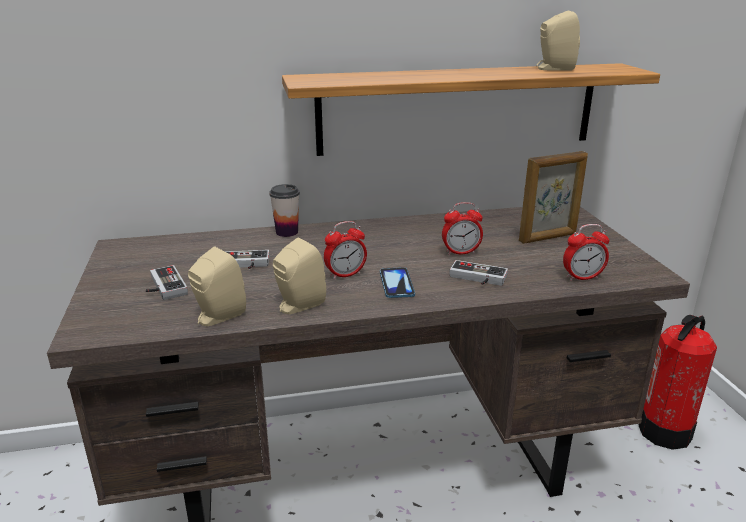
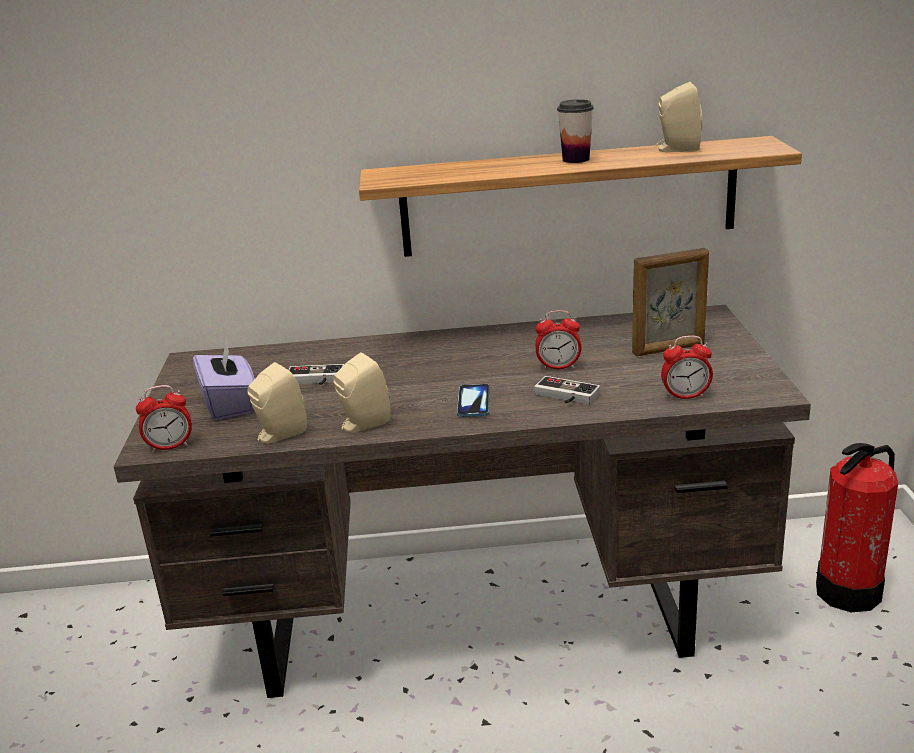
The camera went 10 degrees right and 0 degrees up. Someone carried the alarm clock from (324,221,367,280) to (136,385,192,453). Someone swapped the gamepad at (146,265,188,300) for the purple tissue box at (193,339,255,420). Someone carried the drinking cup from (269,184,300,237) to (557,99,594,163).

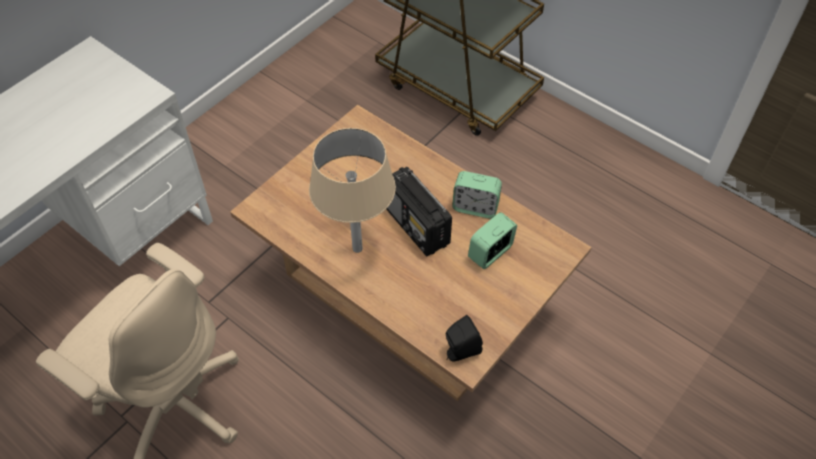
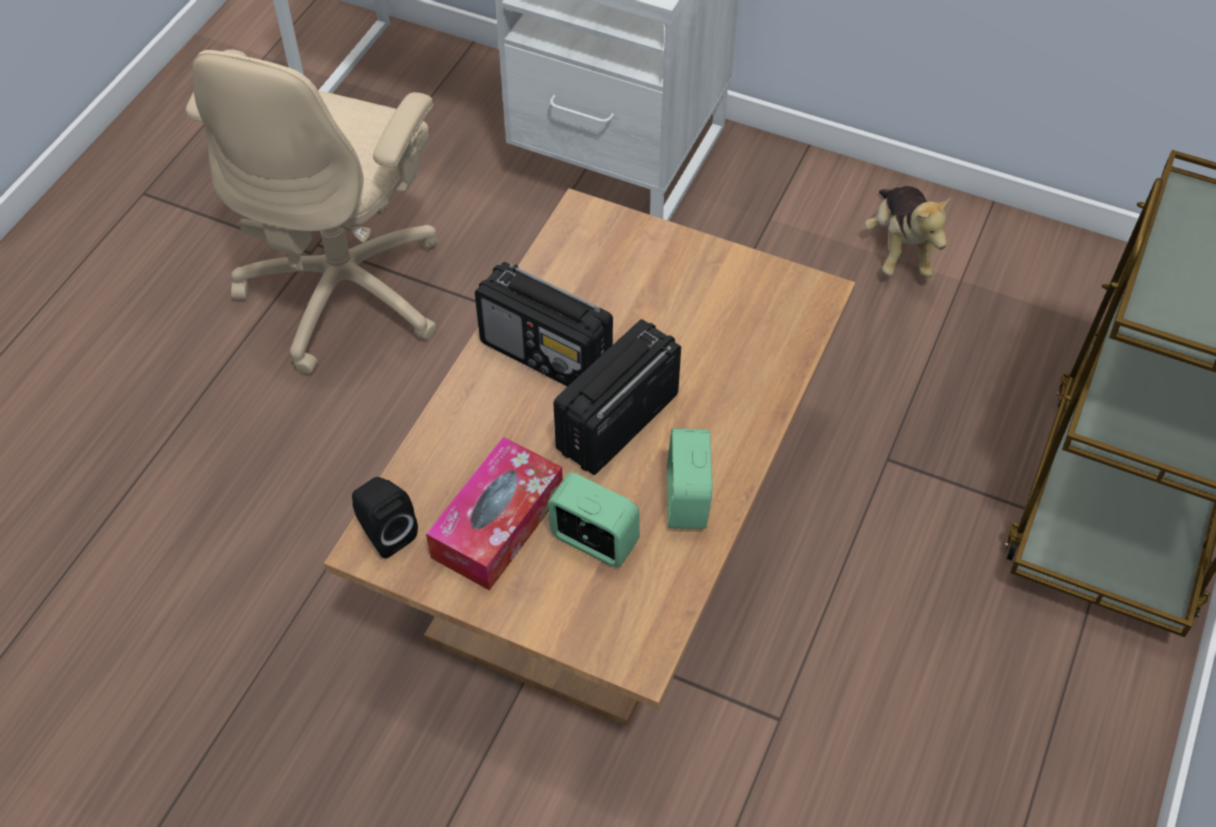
The camera went 75 degrees right and 0 degrees up. Someone put down the tissue box at (426,437,563,591). Someone swapped the beige table lamp at (309,128,396,253) for the radio at (475,262,613,387). Someone put down the cuddly toy at (865,186,951,278).

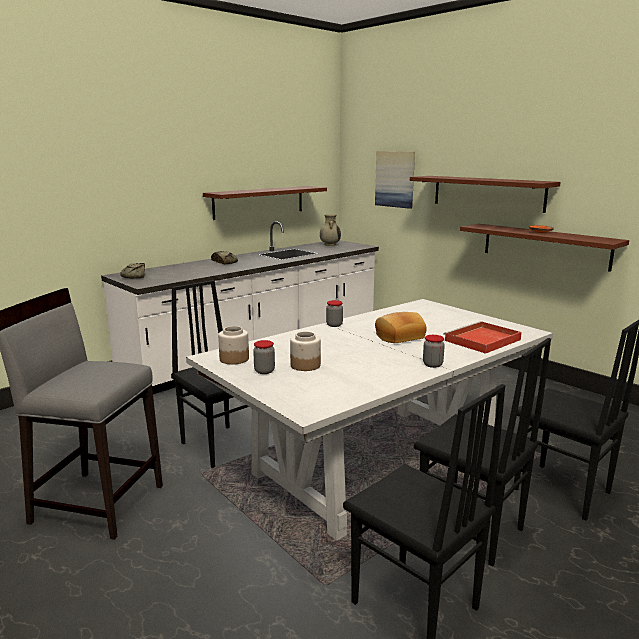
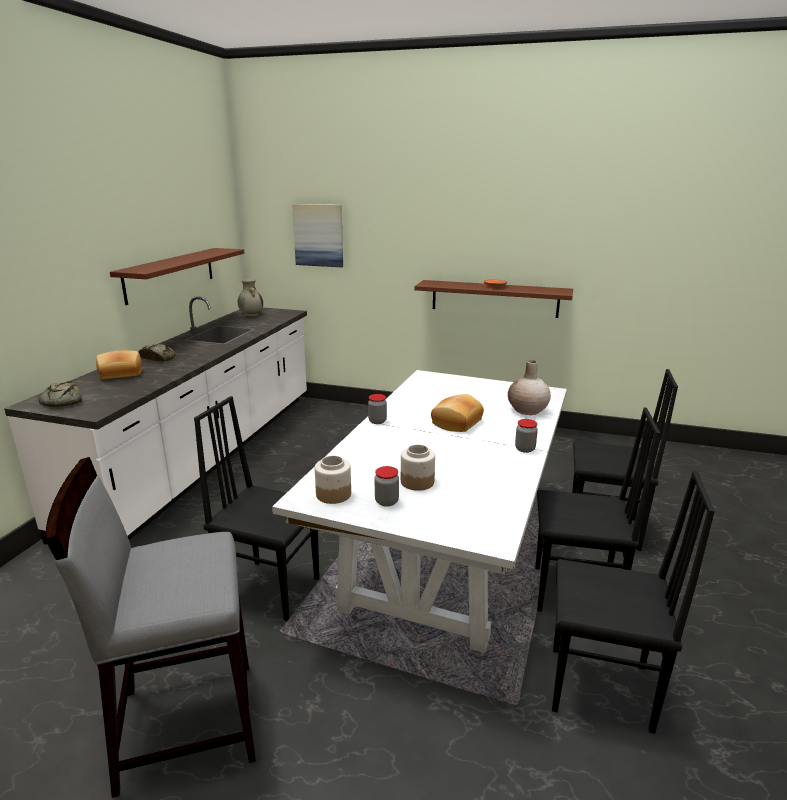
The camera went 30 degrees left and 5 degrees up. Someone put down the baked bread at (96,350,142,379). Someone swapped the red-coloured tray at (444,321,522,354) for the beige vase at (508,360,551,415). Someone took away the brownish wall shelf at (410,176,561,213).

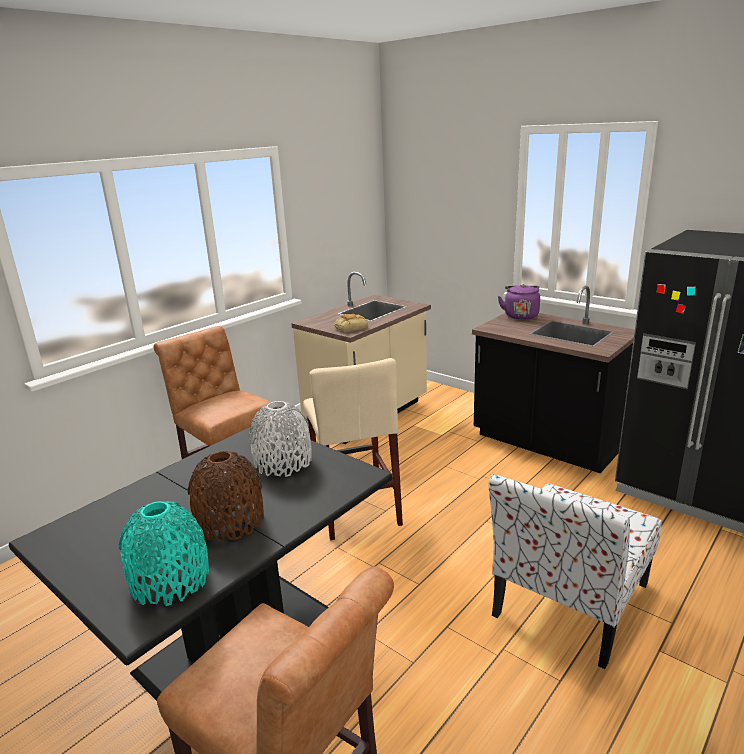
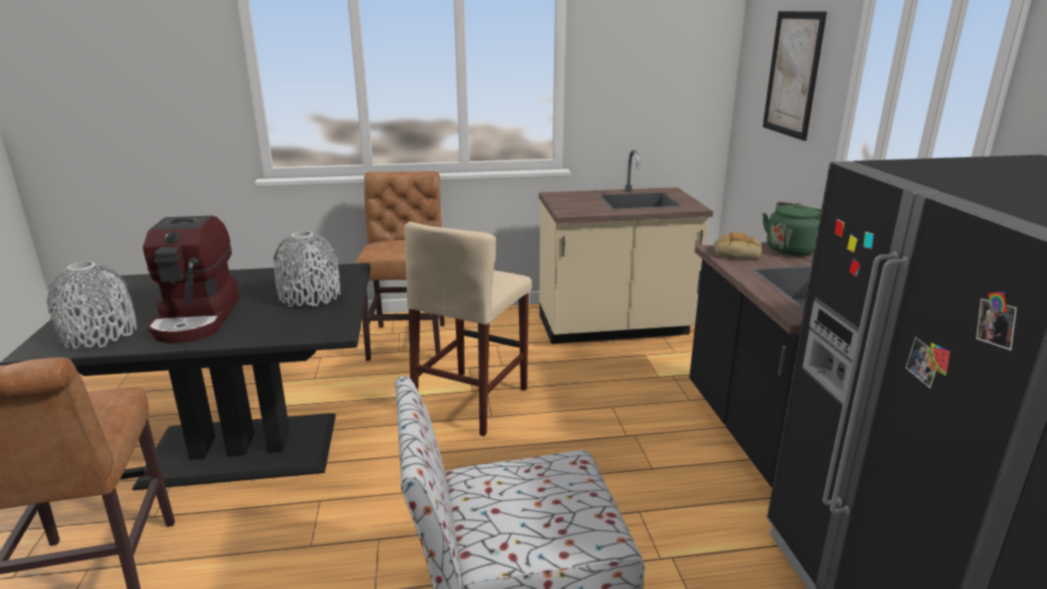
The camera went 40 degrees right and 0 degrees up. Someone repainted the blue-green vase at (119,501,209,606), which became the gray vase at (47,261,137,349). Someone swapped the brownish vase at (187,451,264,542) for the coffee maker at (143,216,240,343). Someone carried the baked bread from (334,314,368,333) to (714,232,762,259). Someone repainted the purple kettle at (498,284,540,320), which became the green kettle at (762,202,821,256). Someone put up the wall picture at (763,11,827,141).

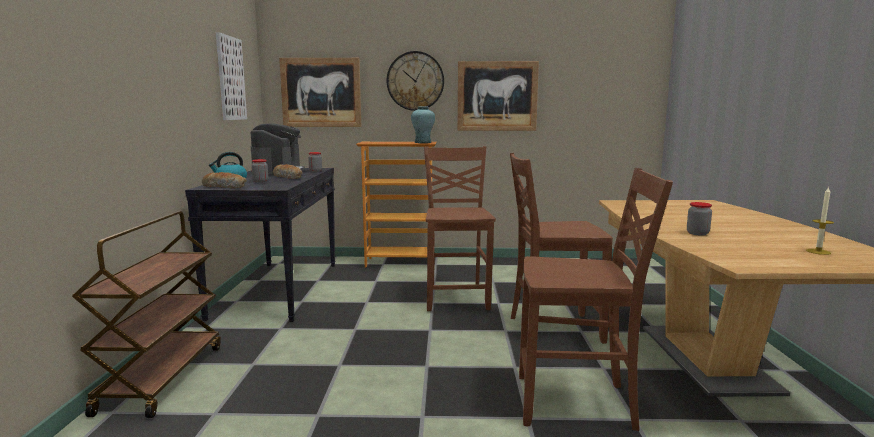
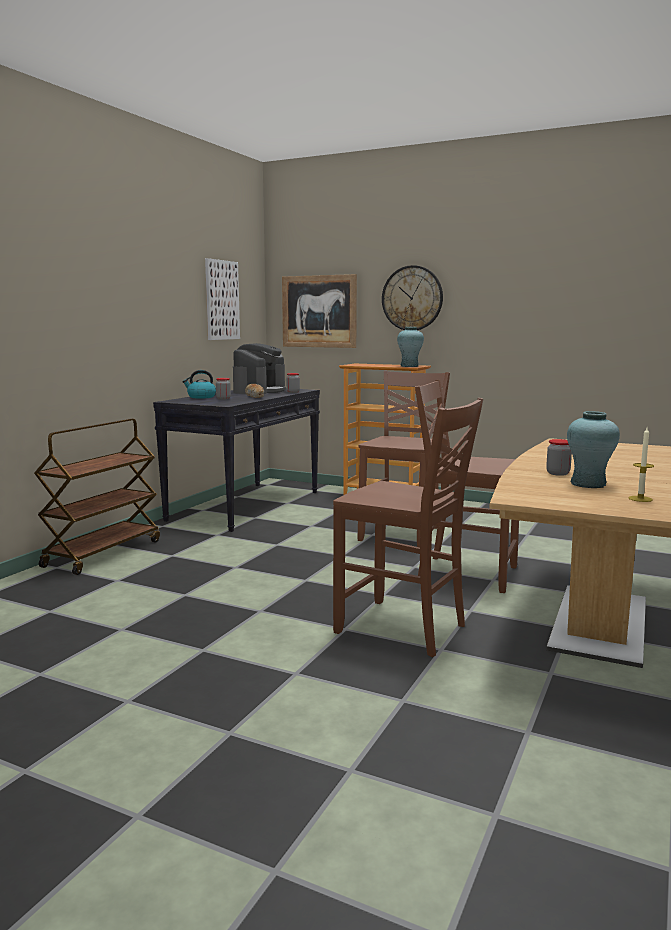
The camera went 25 degrees right and 0 degrees up. Someone put down the blue-green vase at (567,411,620,488). Someone took away the baked bread at (202,172,247,188). Someone took away the wall picture at (457,61,539,131).

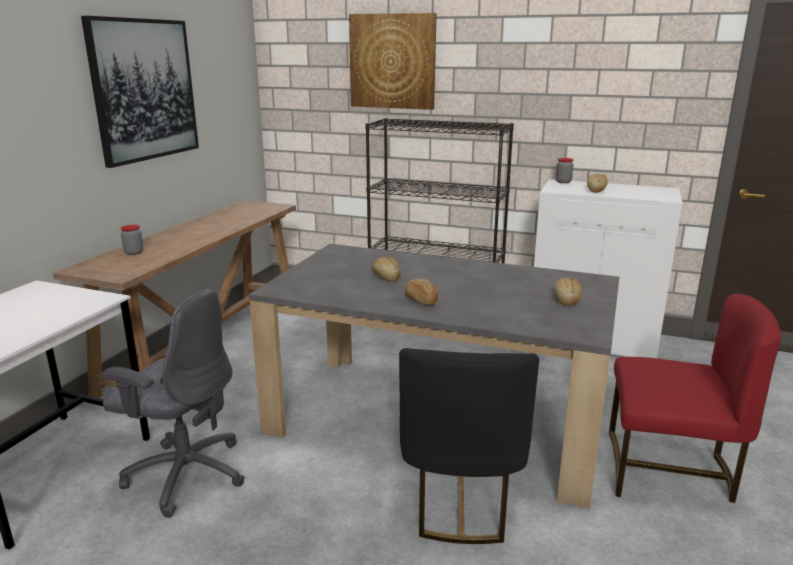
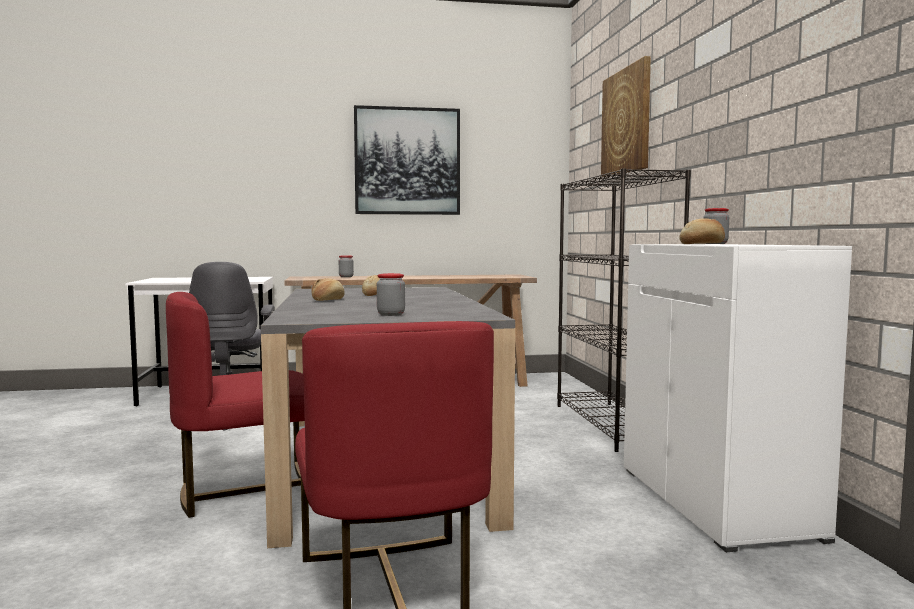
The camera went 60 degrees right and 15 degrees down. Someone repainted the blackish plain chair at (399,348,539,544), which became the red-coloured plain chair at (166,292,305,518). Someone swapped the baked bread at (554,278,582,306) for the preserve jar at (377,273,405,316).

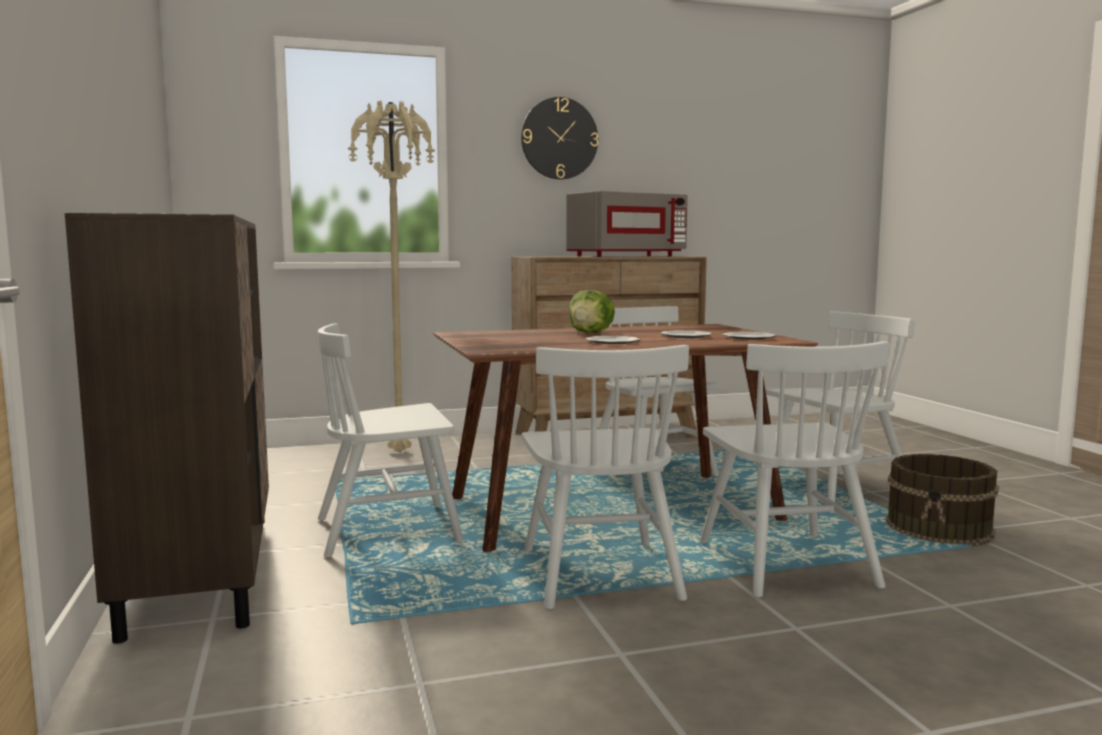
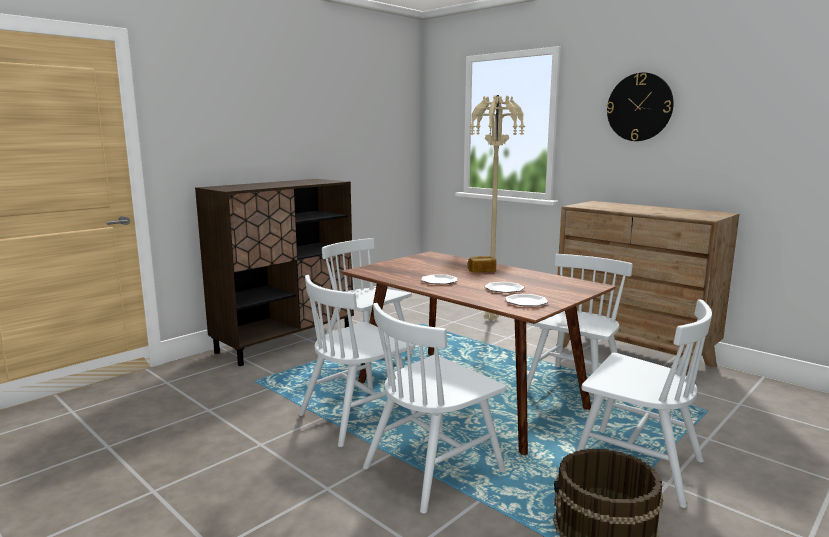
The camera went 60 degrees right and 5 degrees up. Someone swapped the head of lettuce at (569,290,615,333) for the baked bread at (467,256,496,272). Someone took away the gray kitchen microwave at (566,191,688,257).

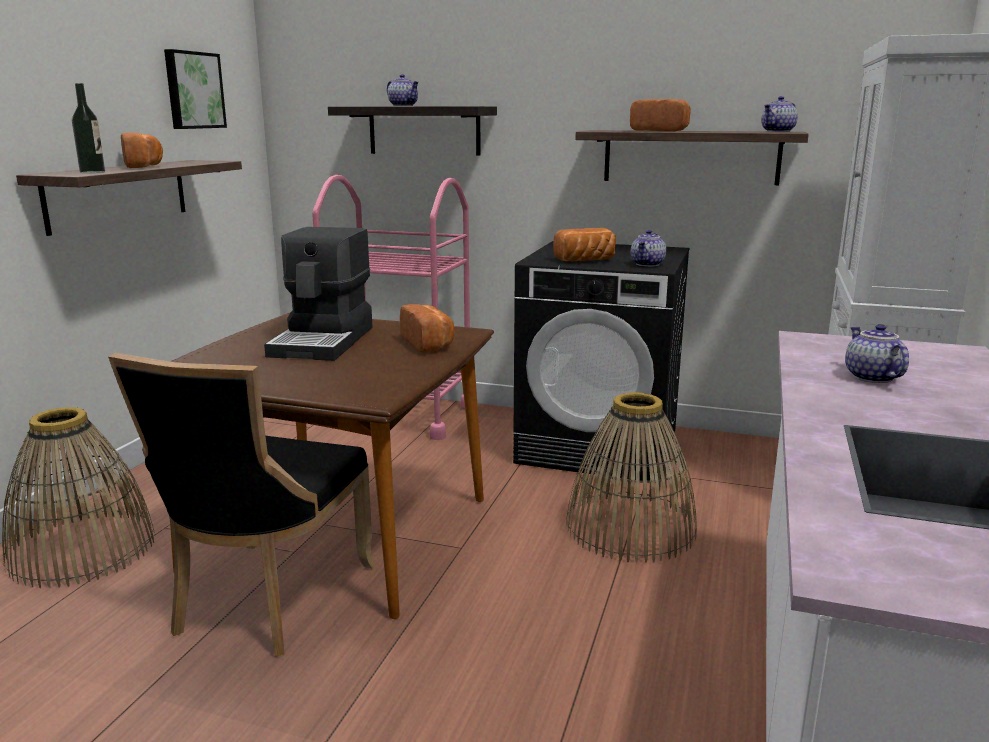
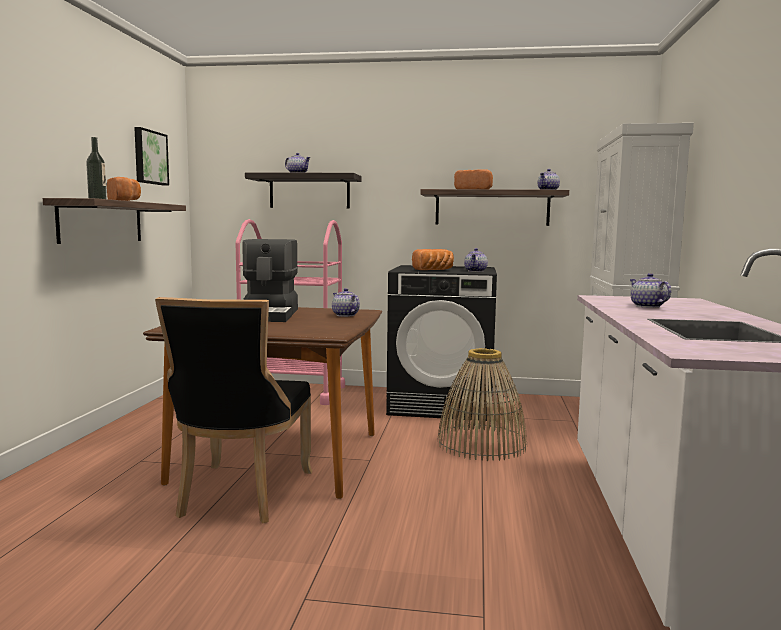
The camera went 10 degrees left and 10 degrees down. Someone swapped the baked bread at (400,304,455,353) for the tea pot at (332,288,360,317). Someone took away the household basket at (2,407,155,588).

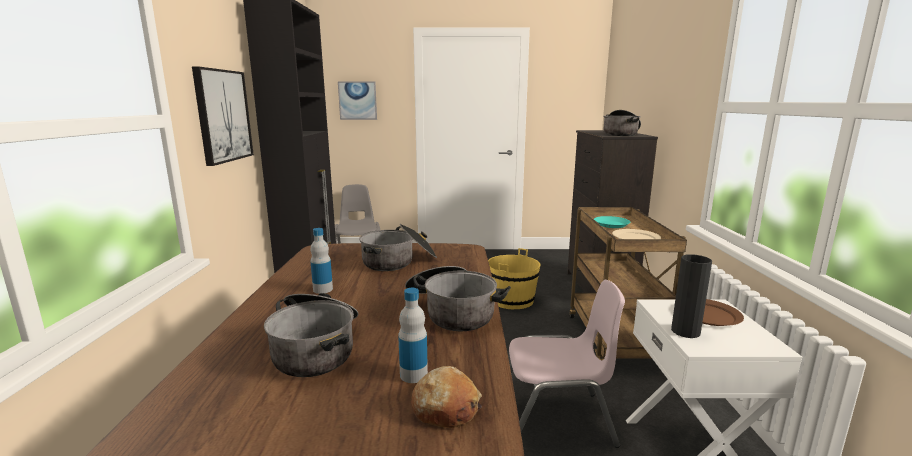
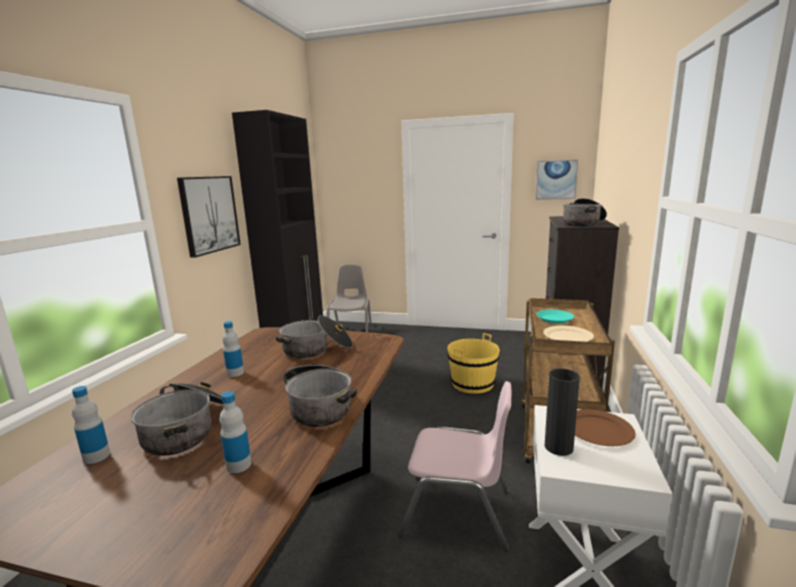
The camera went 15 degrees right and 0 degrees up. Someone put down the drink bottle at (72,386,110,464). Someone carried the wall picture from (338,81,377,120) to (536,160,578,200). Someone took away the baked bread at (411,366,482,428).

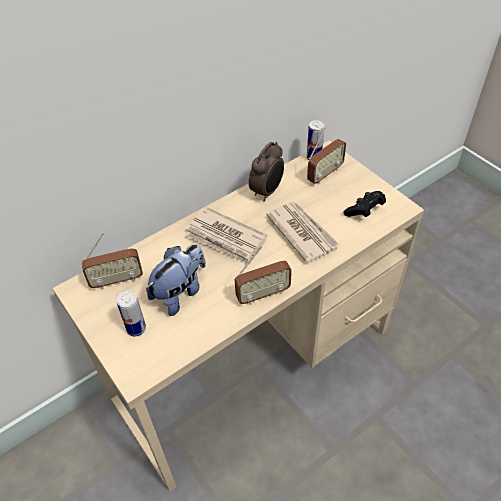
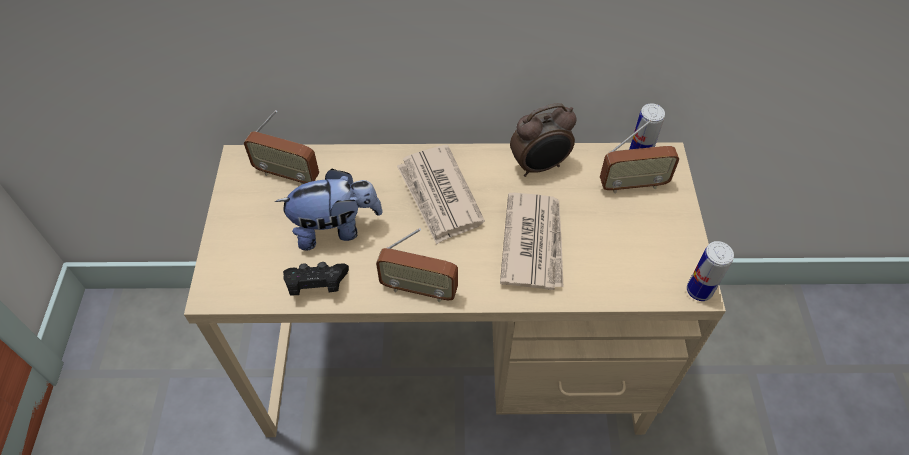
The camera went 35 degrees right and 5 degrees up. Someone carried the blackish gamepad from (344,191,386,217) to (283,262,349,295). Someone carried the can from (117,291,146,336) to (687,241,734,301).

